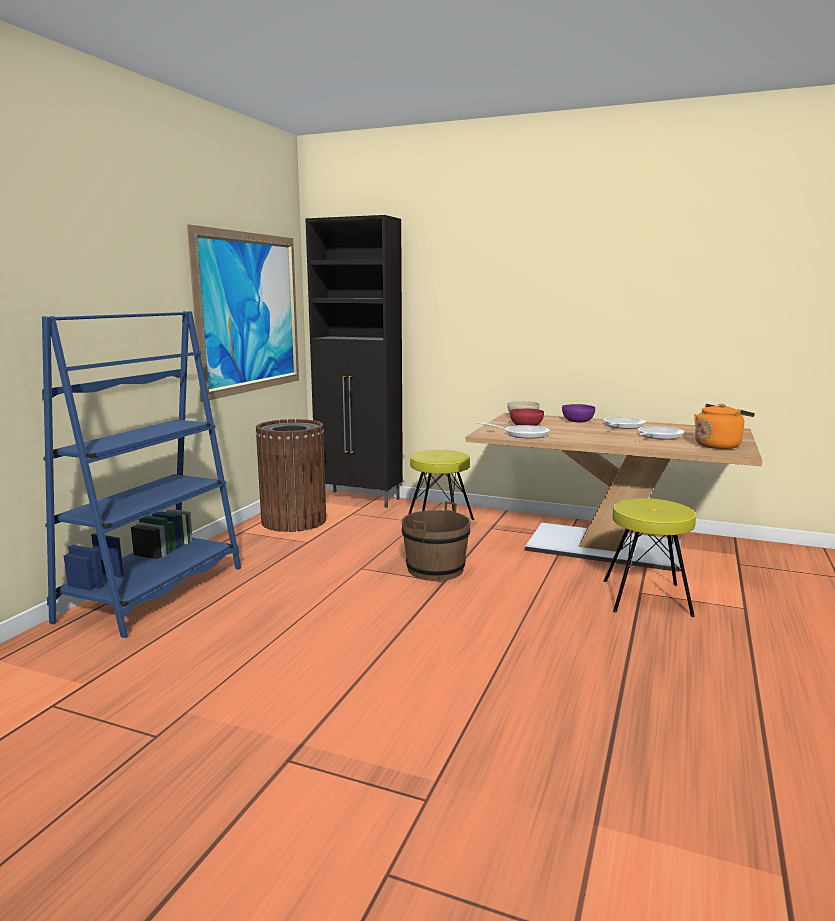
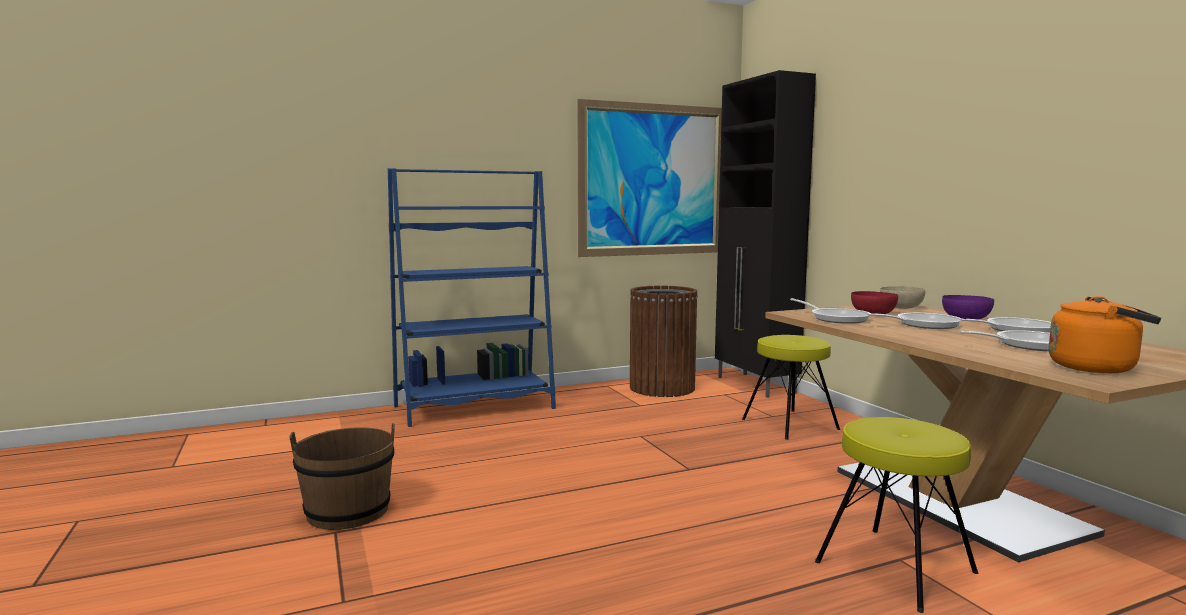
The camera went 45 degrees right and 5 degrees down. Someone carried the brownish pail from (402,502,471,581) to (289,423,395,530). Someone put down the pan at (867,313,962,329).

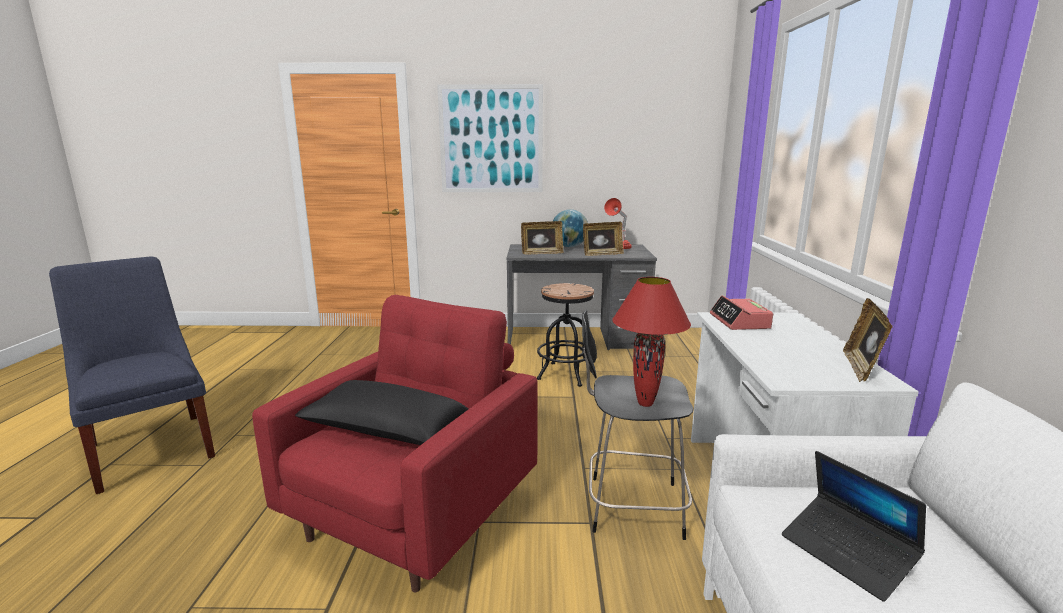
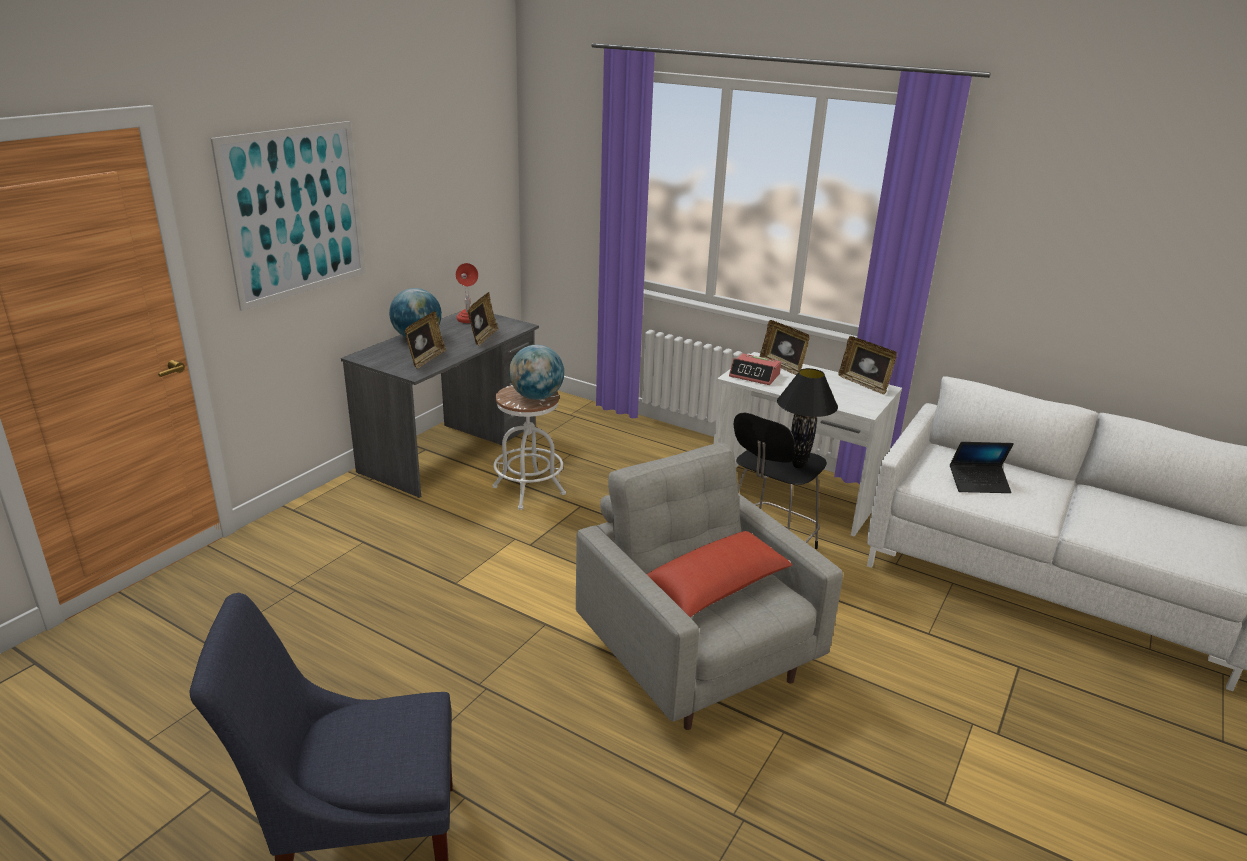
The camera went 60 degrees left and 10 degrees up. Someone repainted the blackish stool at (537,283,594,387), which became the white stool at (492,385,566,510). Someone put down the world globe at (509,345,564,400). Someone repainted the red-coloured lounge chair at (252,295,537,592), which became the gray lounge chair at (576,443,843,730). Someone repainted the blackish cushion at (295,380,468,445), which became the red-coloured cushion at (647,531,792,617). Someone put down the photo frame at (760,320,810,375). Someone repainted the red-coloured table lamp at (612,277,691,407), which became the blackish table lamp at (777,368,838,468).

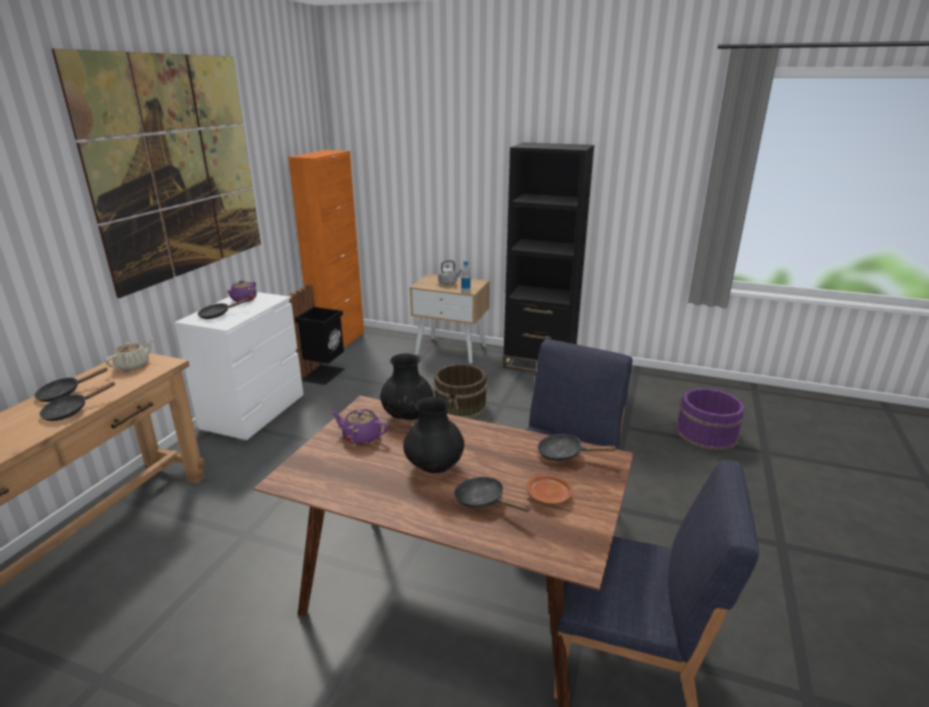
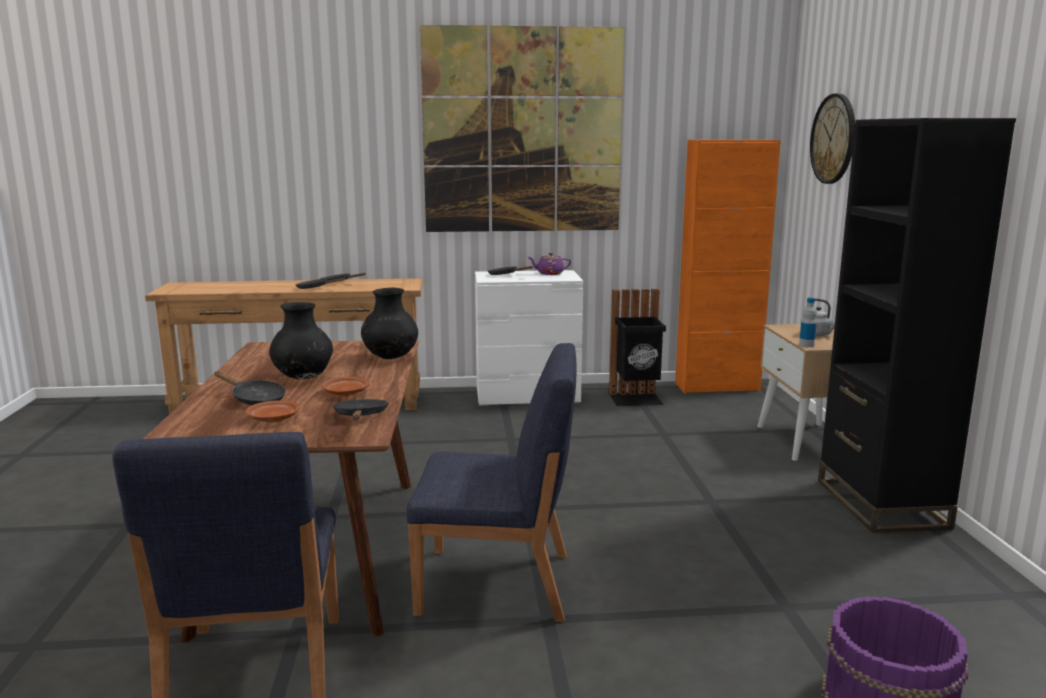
The camera went 65 degrees right and 10 degrees down. Someone rotated the blackish pan at (454,477,531,512) by 105 degrees clockwise. Someone put down the brownish dinner plate at (322,377,370,397). Someone put up the clock on the wall at (810,94,855,184). Someone took away the beige tea pot at (105,338,154,371). Someone took away the purple tea pot at (330,409,389,445). Someone took away the brownish pail at (433,364,488,419).

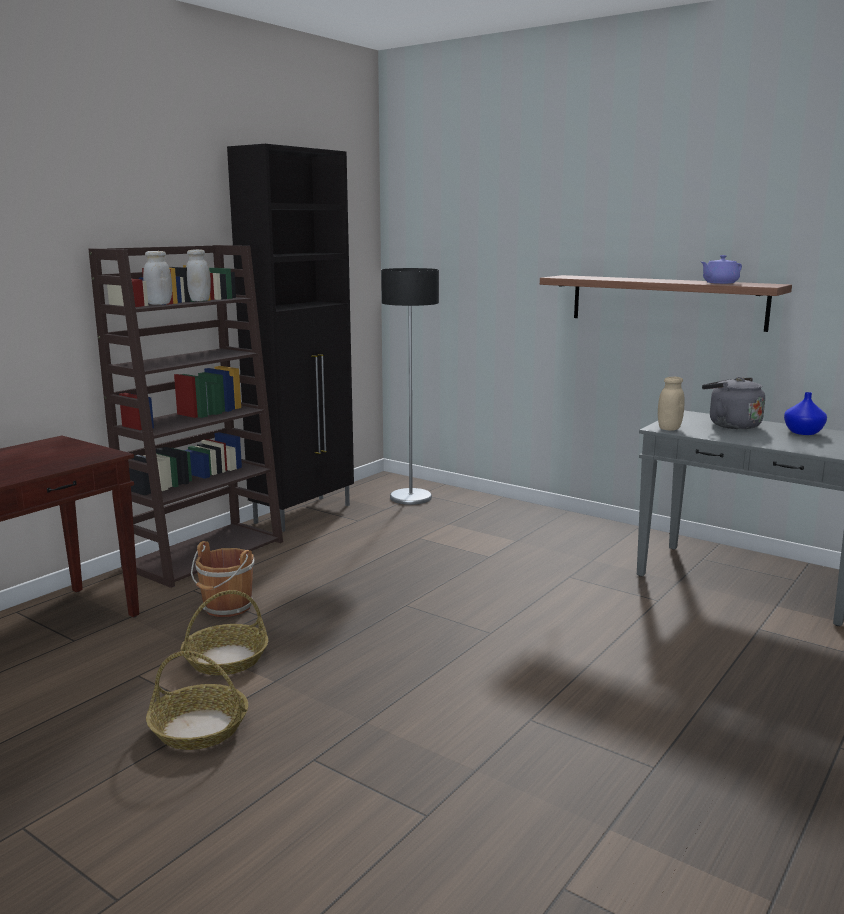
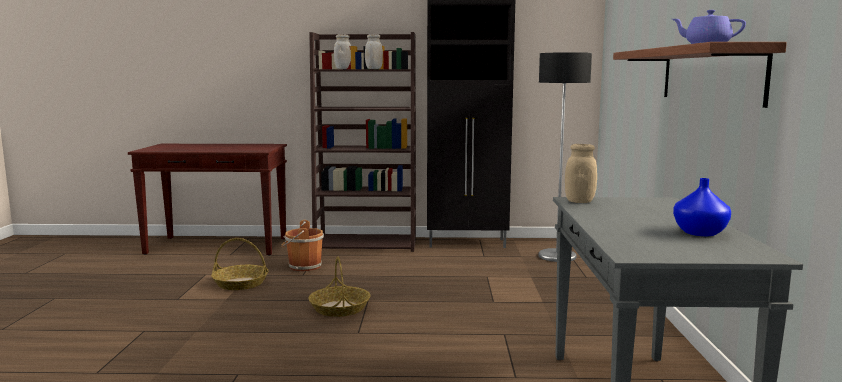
The camera went 55 degrees right and 5 degrees down. Someone carried the household basket from (146,651,248,750) to (308,257,371,317). Someone took away the gray kettle at (702,377,765,429).

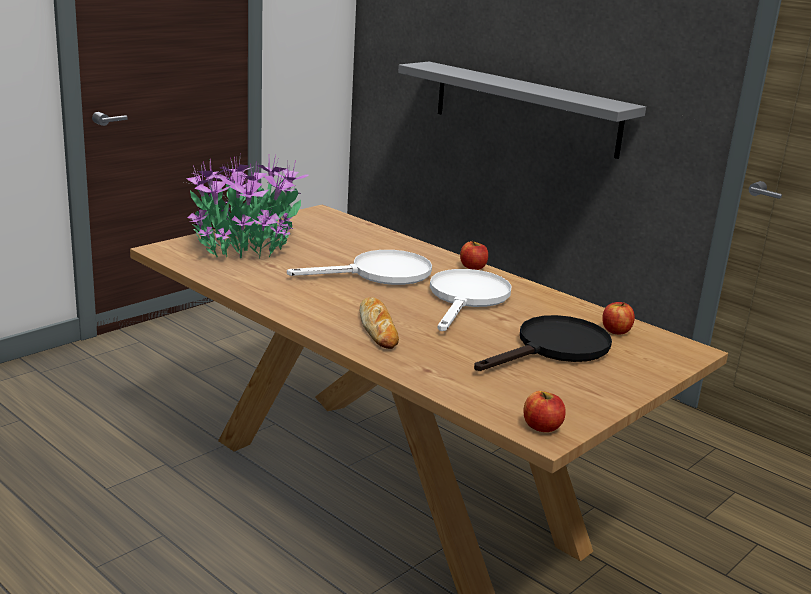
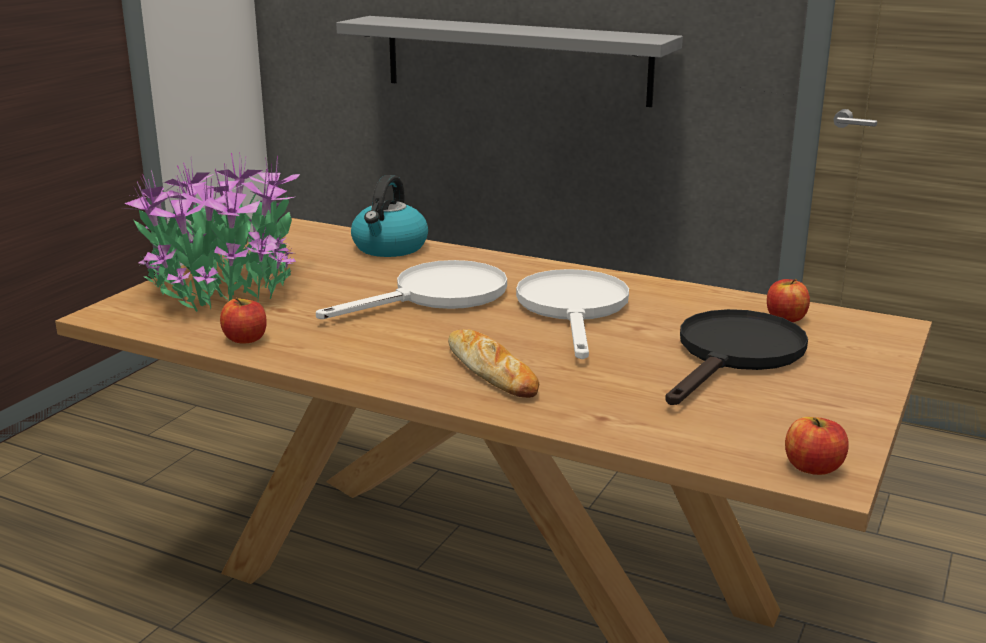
The camera went 15 degrees left and 0 degrees up. Someone carried the apple from (460,241,488,270) to (220,298,267,344). Someone put down the kettle at (351,175,428,257).

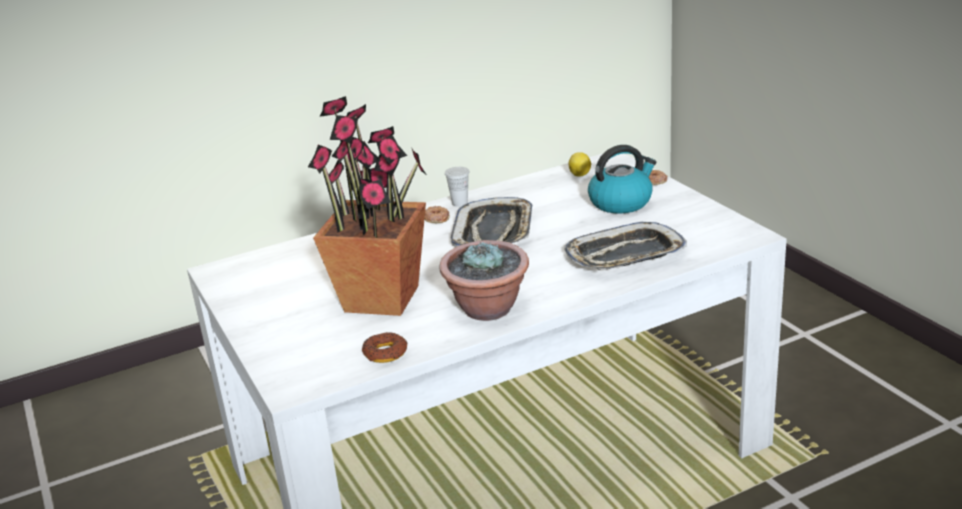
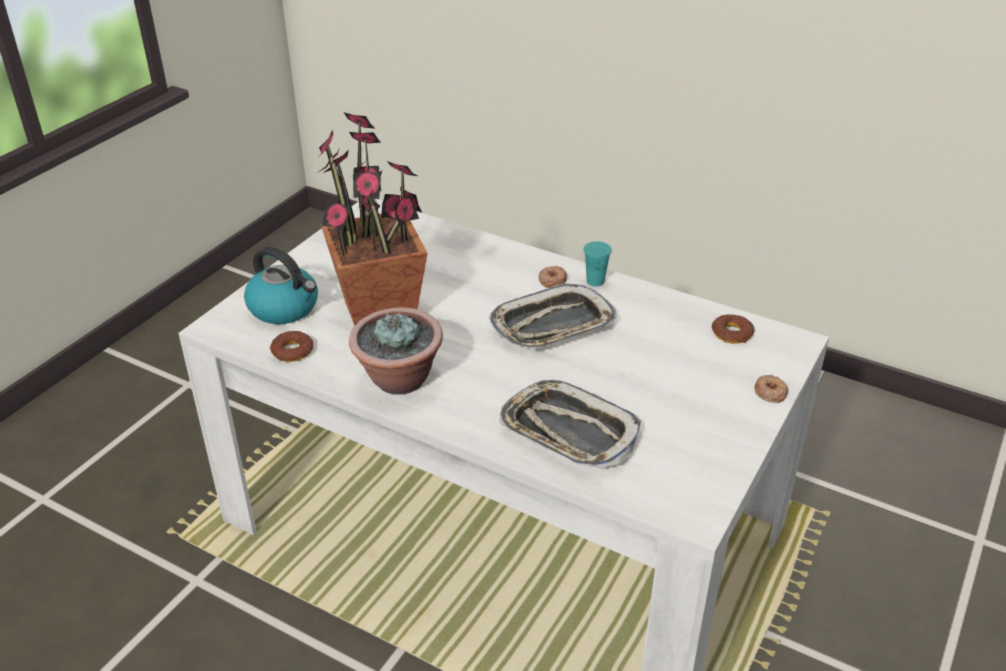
The camera went 55 degrees right and 10 degrees up. Someone carried the kettle from (588,145,657,214) to (244,246,318,324). Someone repainted the white drinking cup at (445,167,470,207), which became the blue-green drinking cup at (583,241,612,286). Someone swapped the citrus fruit at (568,152,591,177) for the donut at (712,314,755,344).

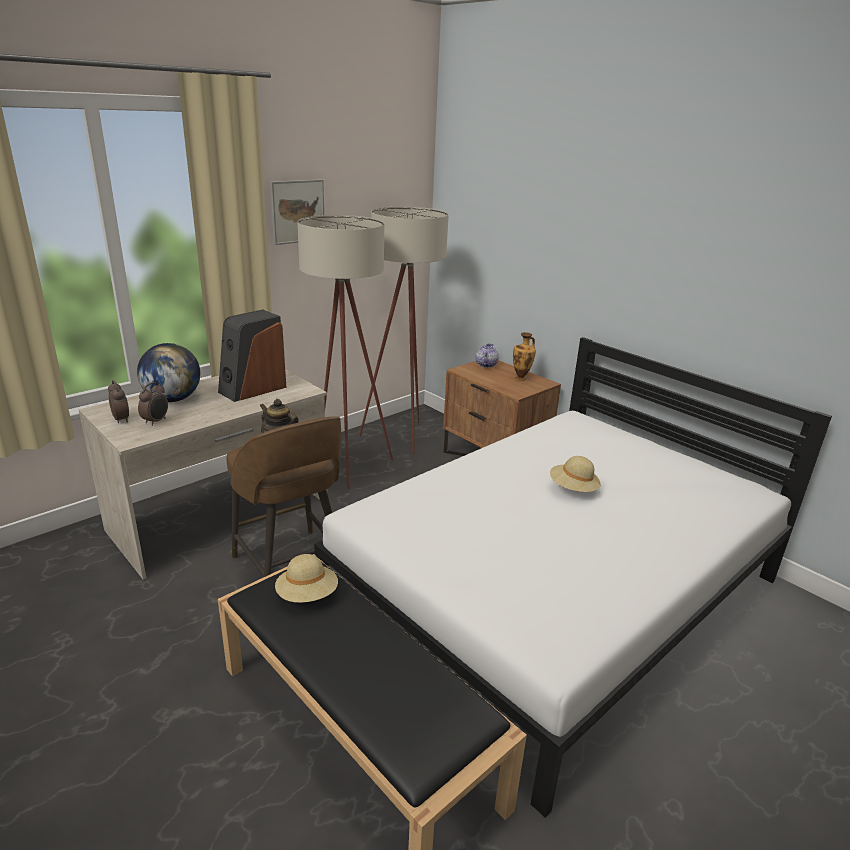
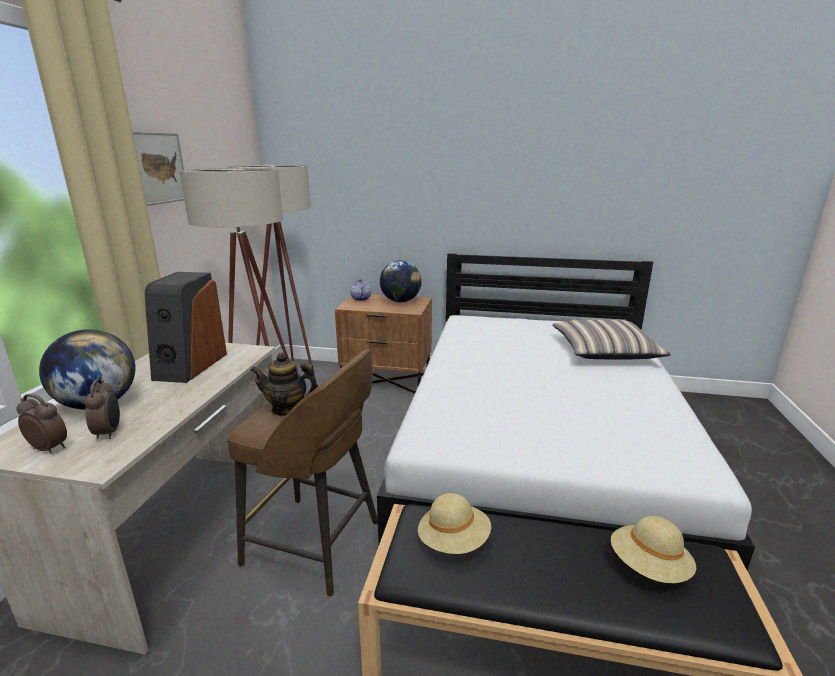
The camera went 35 degrees left and 5 degrees down. Someone swapped the vase at (513,332,536,381) for the world globe at (380,260,422,302). Someone put down the cushion at (553,320,671,360). Someone carried the beige clothing hat from (550,456,601,492) to (611,516,696,583).

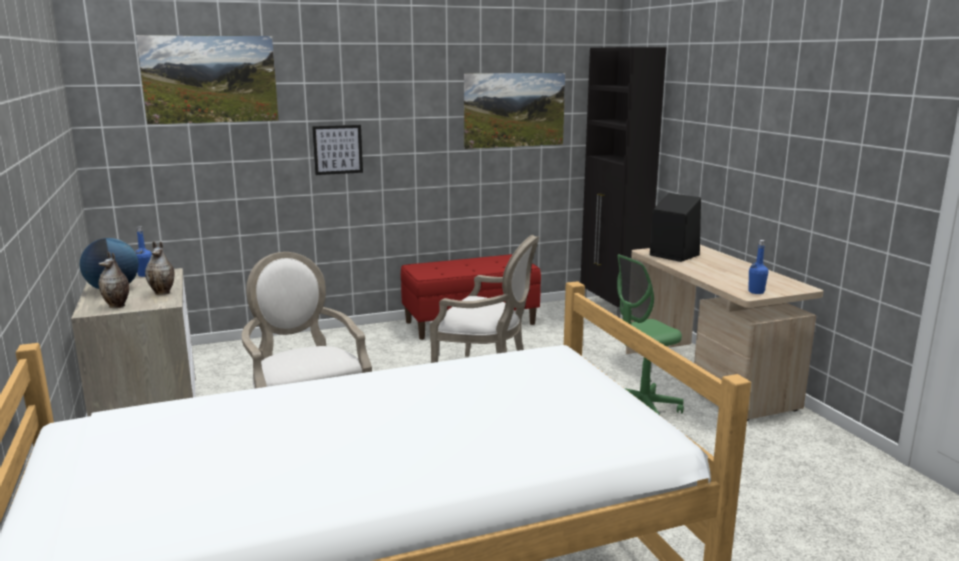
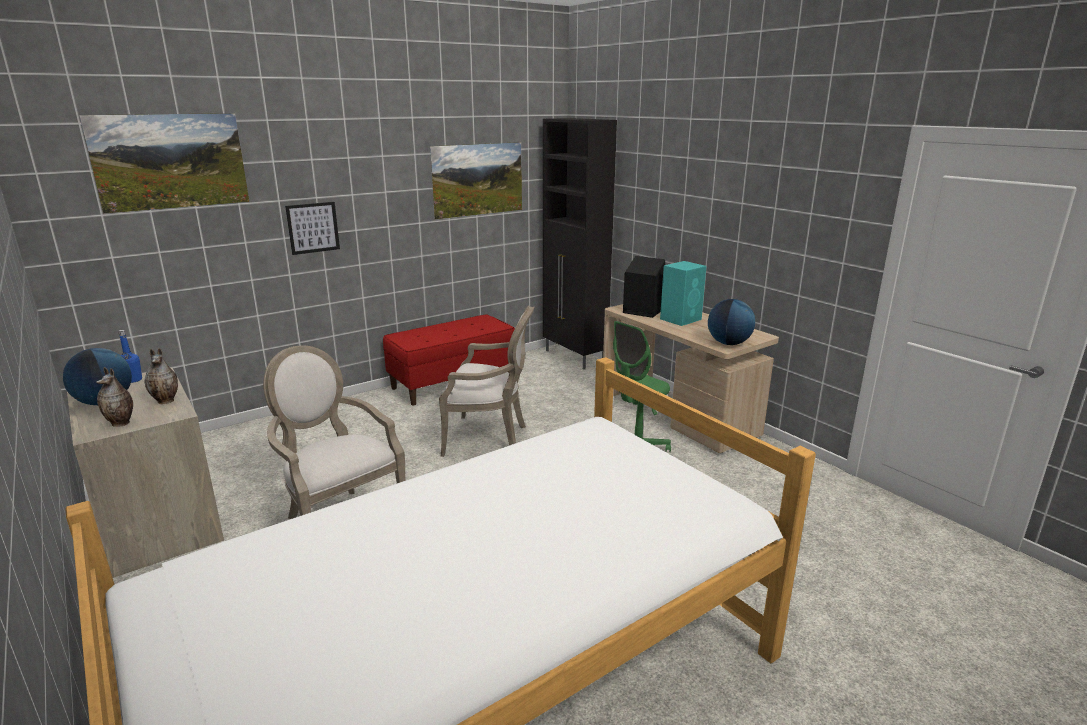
The camera went 15 degrees left and 5 degrees up. Someone put down the blue-green speaker at (660,261,707,326). Someone swapped the blue-coloured drink bottle at (748,240,768,294) for the world globe at (708,299,755,345).

